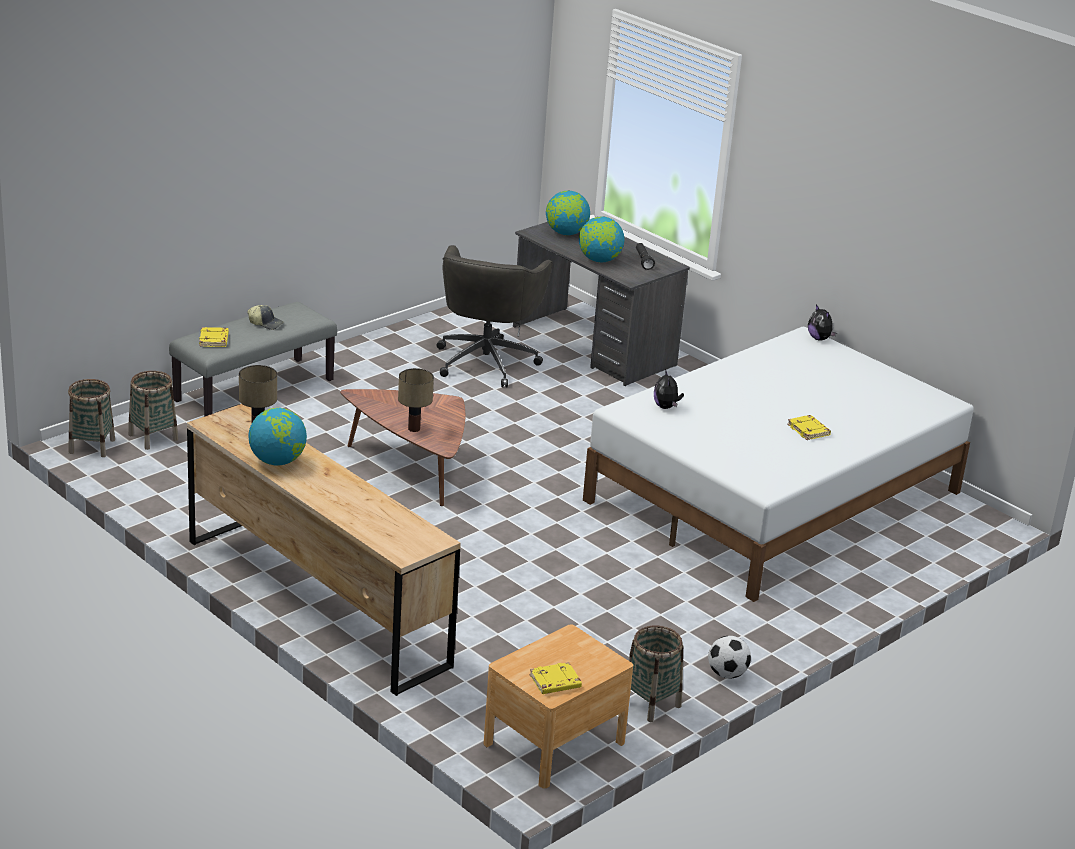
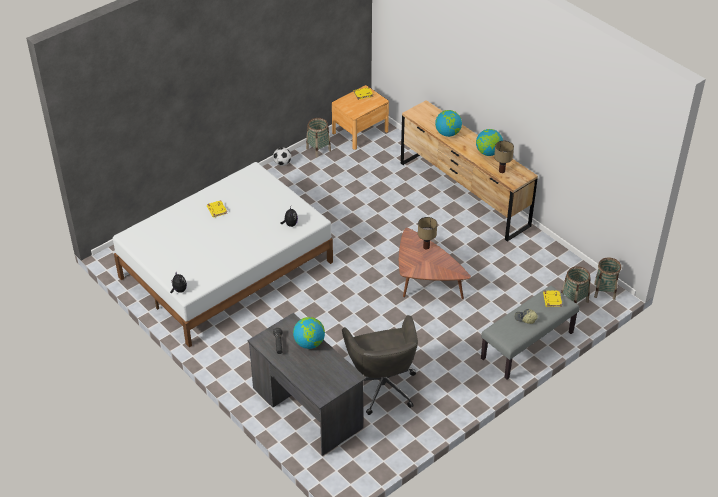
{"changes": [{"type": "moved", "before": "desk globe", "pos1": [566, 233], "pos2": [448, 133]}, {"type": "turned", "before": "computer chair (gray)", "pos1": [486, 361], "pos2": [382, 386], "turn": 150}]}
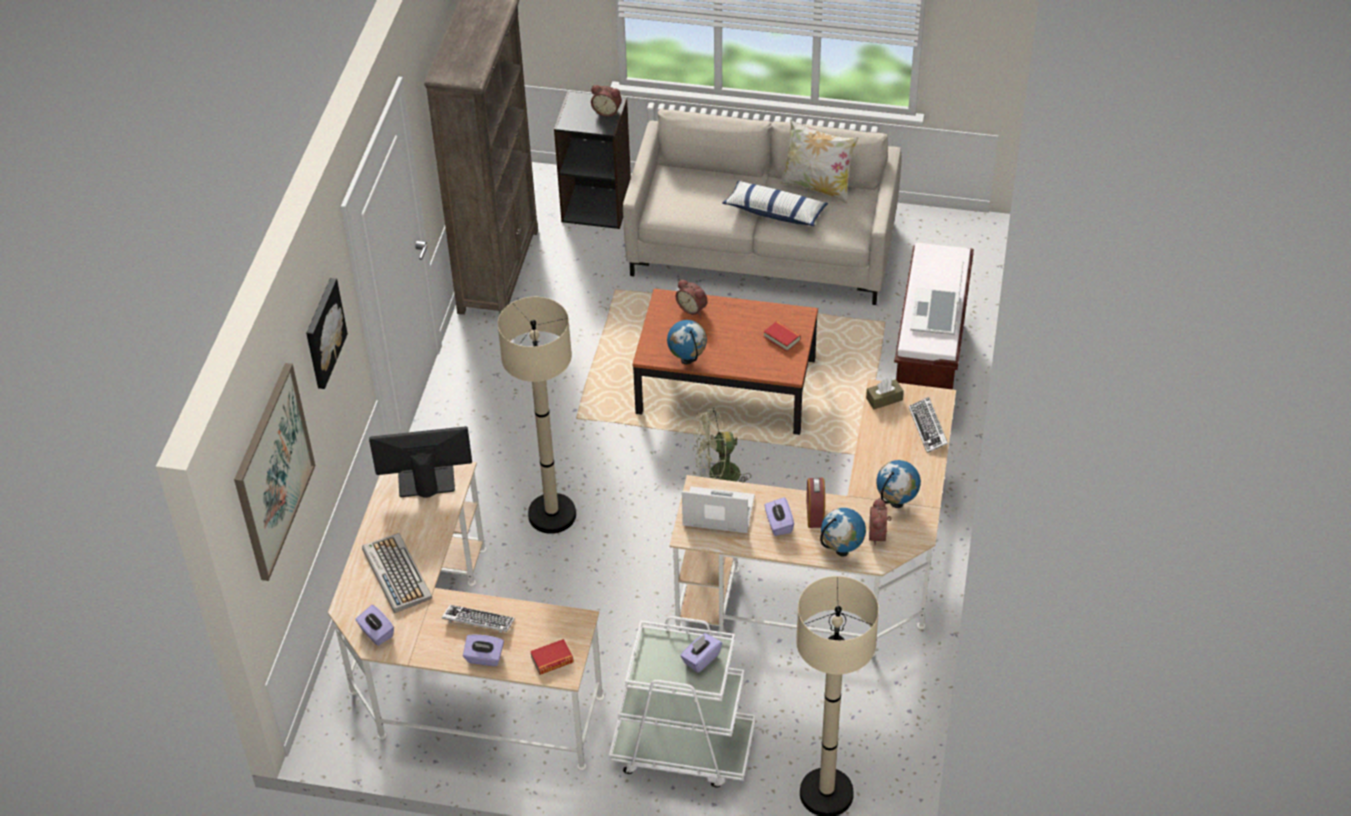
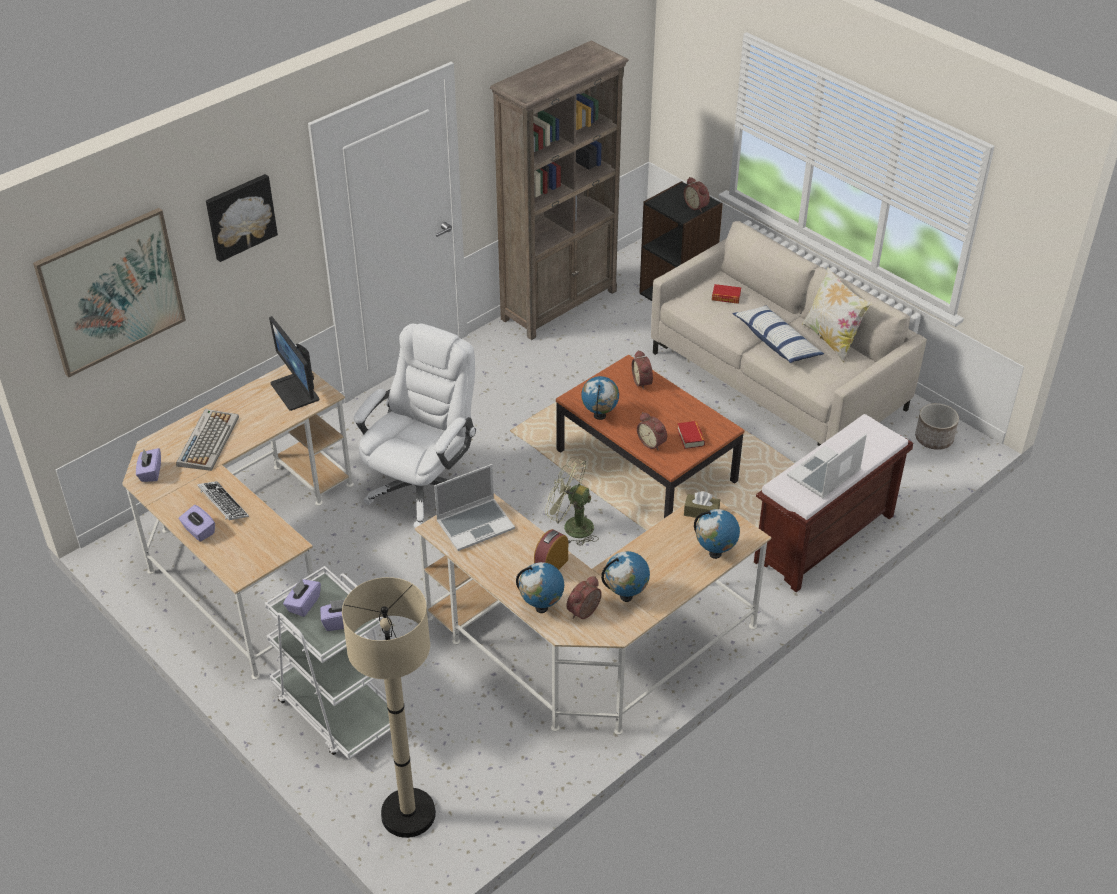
{"changes": [{"type": "replaced", "before": "standard lamp (beige-coloured)", "after": "computer chair (whitish)", "pos1": [552, 514], "pos2": [422, 487]}, {"type": "replaced", "before": "computer keyboard", "after": "desk globe", "pos1": [928, 428], "pos2": [715, 553]}, {"type": "turned", "before": "computer screen", "pos1": [426, 482], "pos2": [296, 391], "turn": -150}, {"type": "turned", "before": "laptop", "pos1": [717, 512], "pos2": [476, 524], "turn": 105}, {"type": "moved", "before": "tissue box (purple)", "pos1": [778, 524], "pos2": [303, 604]}, {"type": "moved", "before": "book", "pos1": [552, 660], "pos2": [726, 297]}, {"type": "added", "after": "flower pot", "pos2": [934, 439]}, {"type": "added", "after": "alarm clock", "pos2": [652, 442]}]}
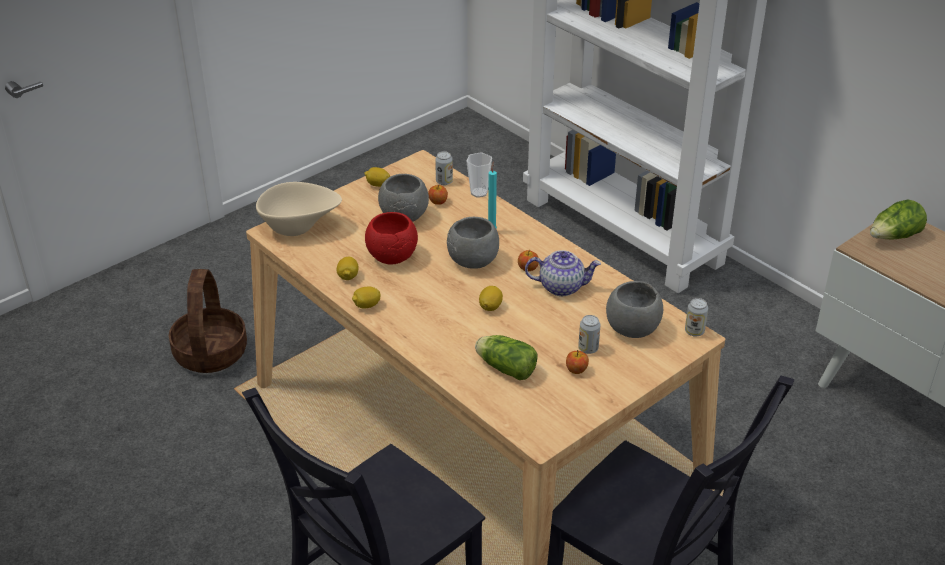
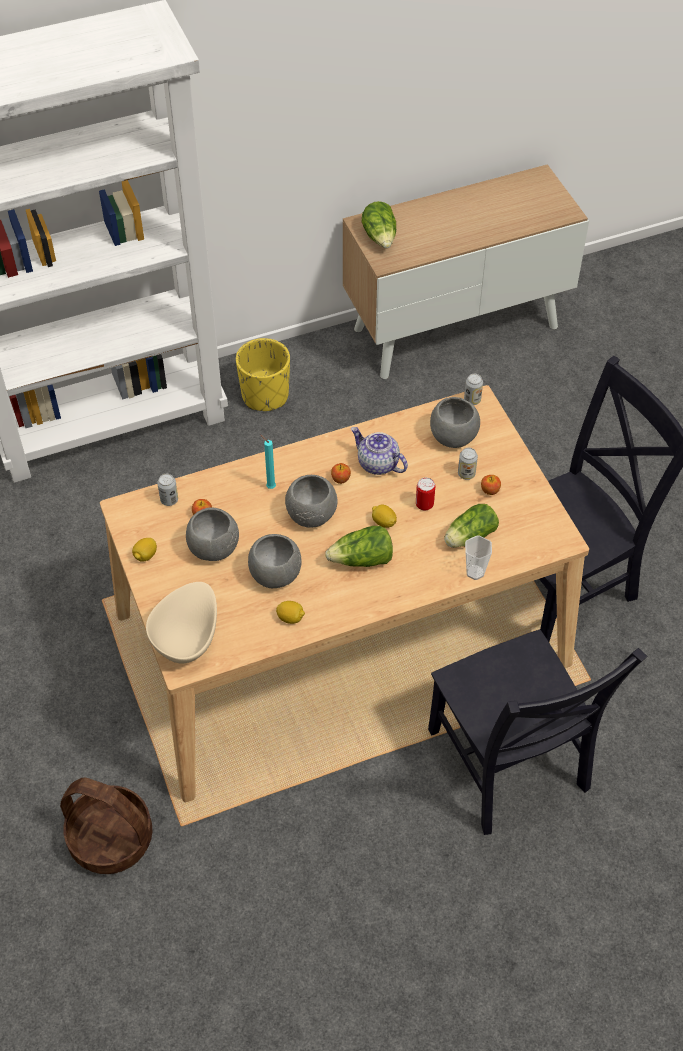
{"changes": [{"type": "moved", "before": "cup", "pos1": [479, 193], "pos2": [475, 572]}, {"type": "recoloured", "before": "deep dish (red)", "after": "deep dish (gray)", "pos1": [392, 256], "pos2": [275, 574]}, {"type": "turned", "before": "teapot", "pos1": [562, 286], "pos2": [377, 464], "turn": -75}, {"type": "removed", "before": "citrus fruit", "pos1": [366, 306]}, {"type": "added", "after": "flower pot (yellowish)", "pos2": [265, 395]}, {"type": "added", "after": "metal can", "pos2": [424, 504]}, {"type": "added", "after": "head of lettuce", "pos2": [362, 560]}]}
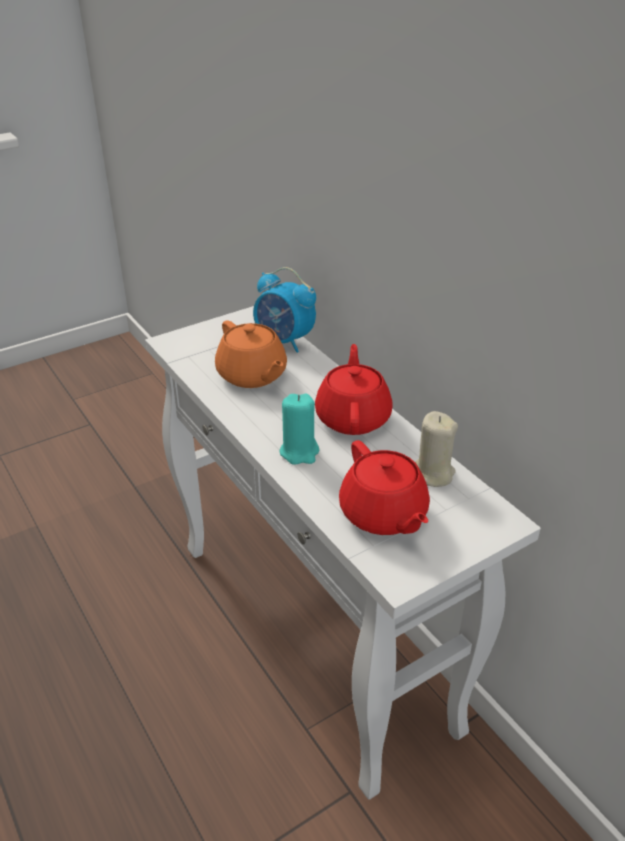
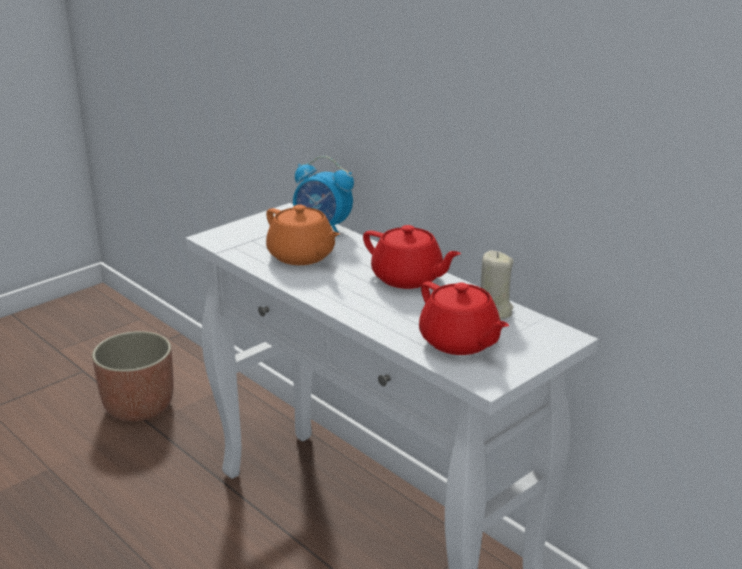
{"changes": [{"type": "turned", "before": "teapot (red)", "pos1": [353, 417], "pos2": [408, 278], "turn": 135}, {"type": "removed", "before": "candle (blue-green)", "pos1": [299, 452]}, {"type": "added", "after": "flower pot", "pos2": [138, 407]}]}
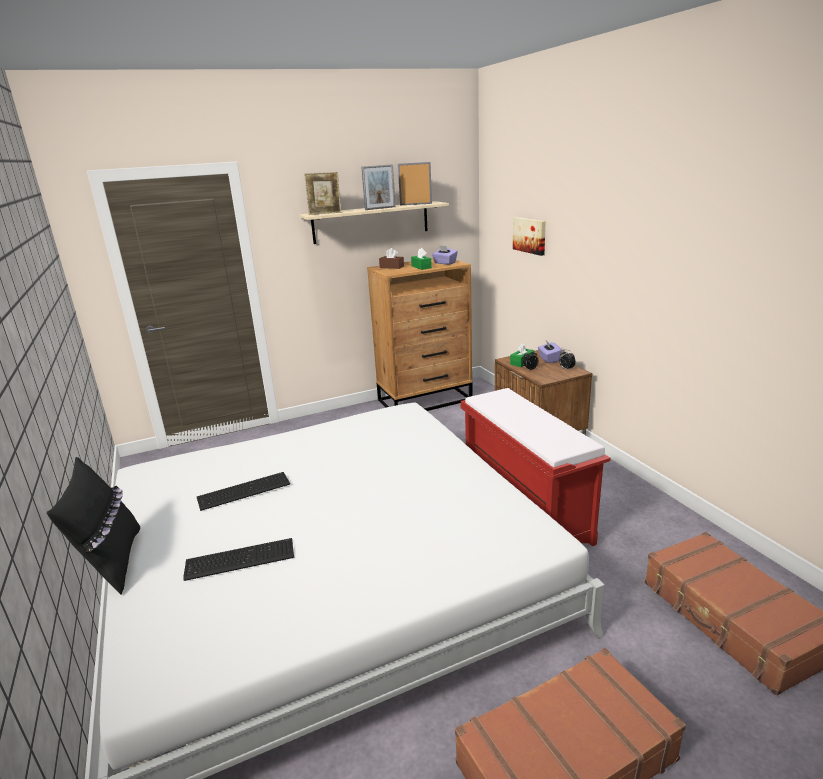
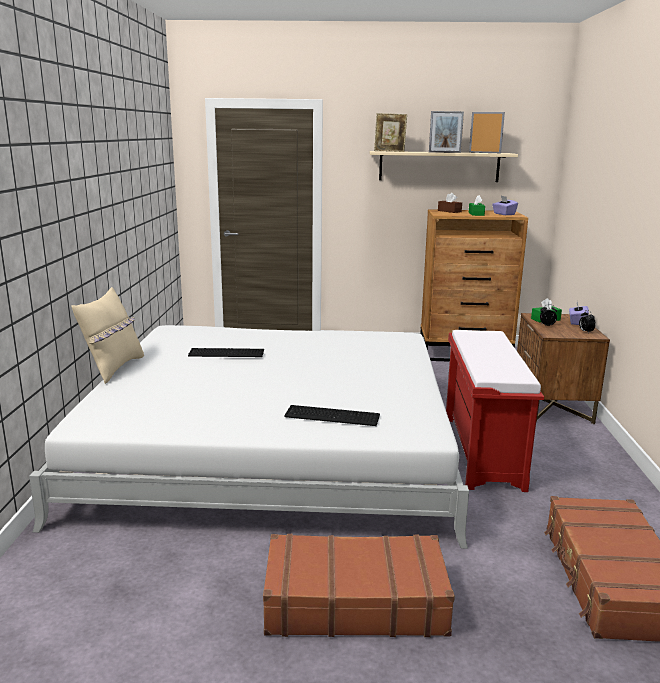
{"changes": [{"type": "removed", "before": "wall picture", "pos1": [530, 235]}, {"type": "recoloured", "before": "cushion (blackish)", "after": "cushion (beige-coloured)", "pos1": [112, 562], "pos2": [113, 368]}, {"type": "moved", "before": "computer keyboard", "pos1": [238, 558], "pos2": [331, 415]}]}
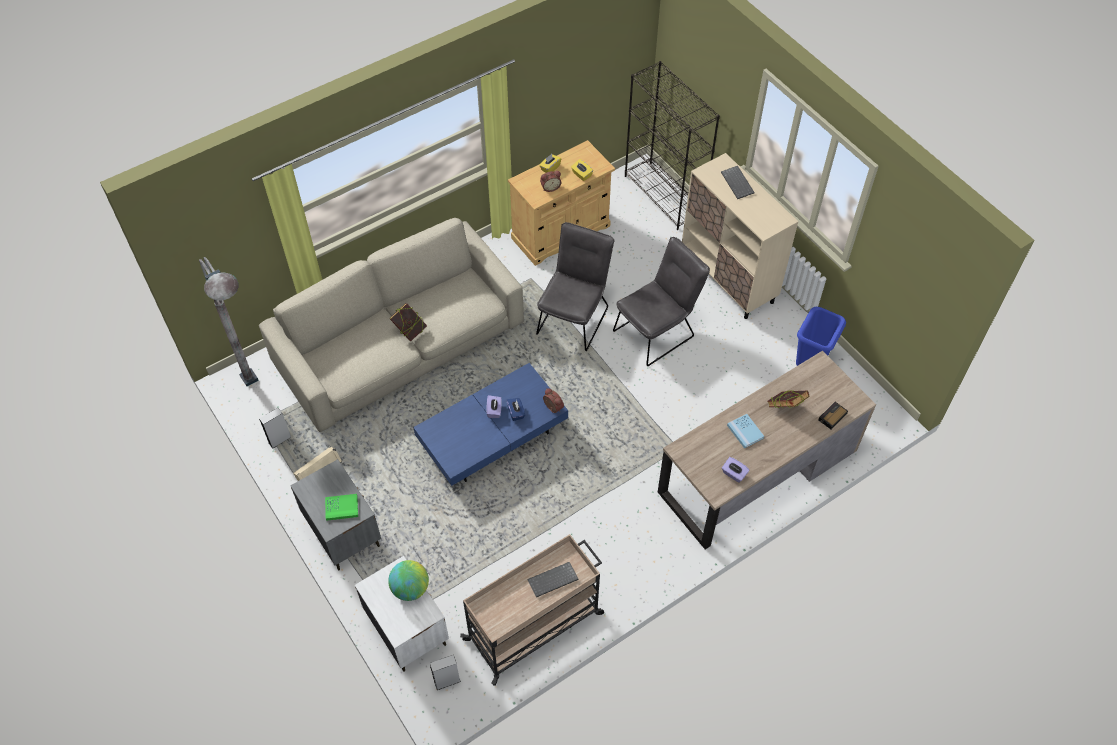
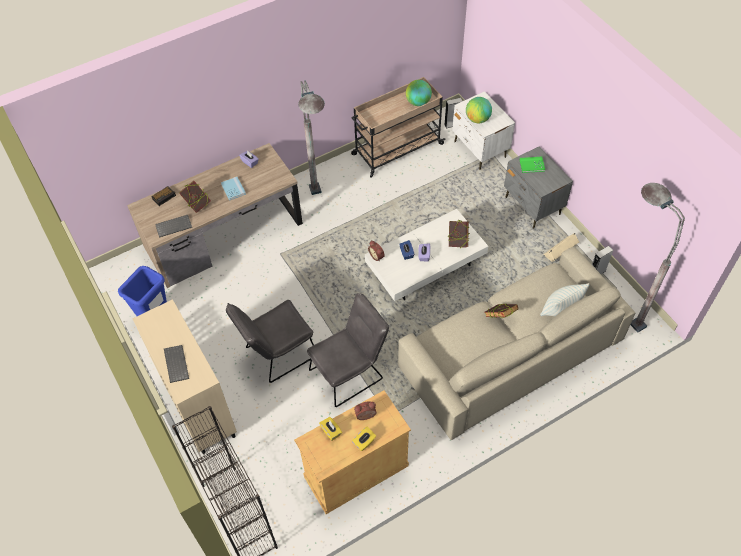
{"changes": [{"type": "turned", "before": "upright chair (gray)", "pos1": [575, 316], "pos2": [350, 372], "turn": -150}, {"type": "recoloured", "before": "coffee table (blue)", "after": "coffee table (whitish)", "pos1": [492, 437], "pos2": [425, 268]}, {"type": "moved", "before": "computer keyboard", "pos1": [552, 581], "pos2": [174, 226]}, {"type": "added", "after": "standard lamp (gray)", "pos2": [320, 207]}, {"type": "added", "after": "desk globe", "pos2": [418, 102]}, {"type": "added", "after": "book", "pos2": [457, 241]}, {"type": "added", "after": "cushion", "pos2": [560, 309]}]}
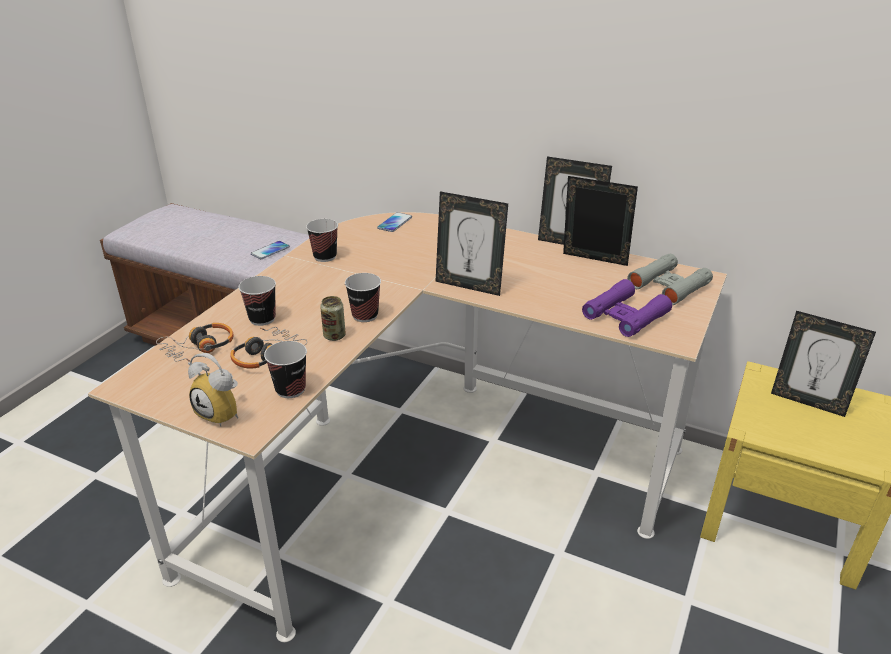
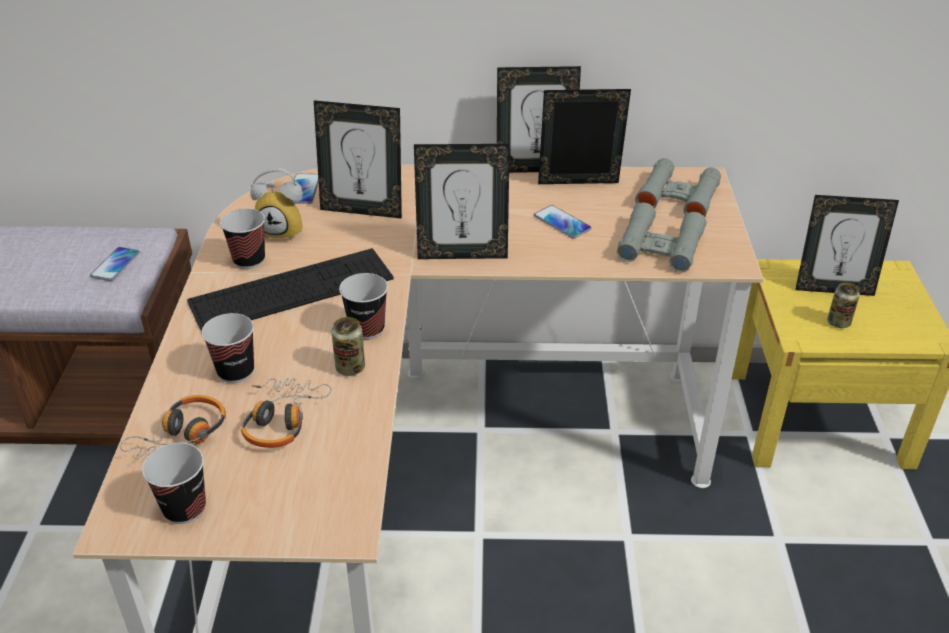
{"changes": [{"type": "recoloured", "before": "pair of binoculars (purple)", "after": "pair of binoculars (gray)", "pos1": [625, 316], "pos2": [660, 247]}, {"type": "moved", "before": "cup", "pos1": [290, 389], "pos2": [184, 508]}, {"type": "moved", "before": "alarm clock", "pos1": [224, 413], "pos2": [284, 231]}, {"type": "added", "after": "picture frame", "pos2": [362, 210]}, {"type": "added", "after": "handset", "pos2": [562, 223]}, {"type": "added", "after": "computer keyboard", "pos2": [292, 290]}, {"type": "added", "after": "metal can", "pos2": [838, 322]}]}
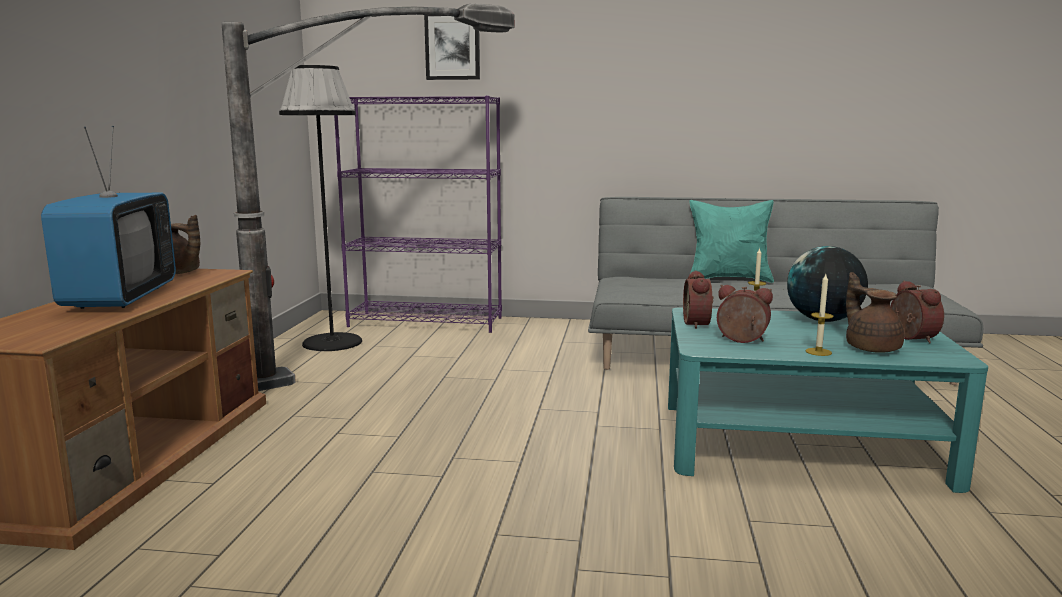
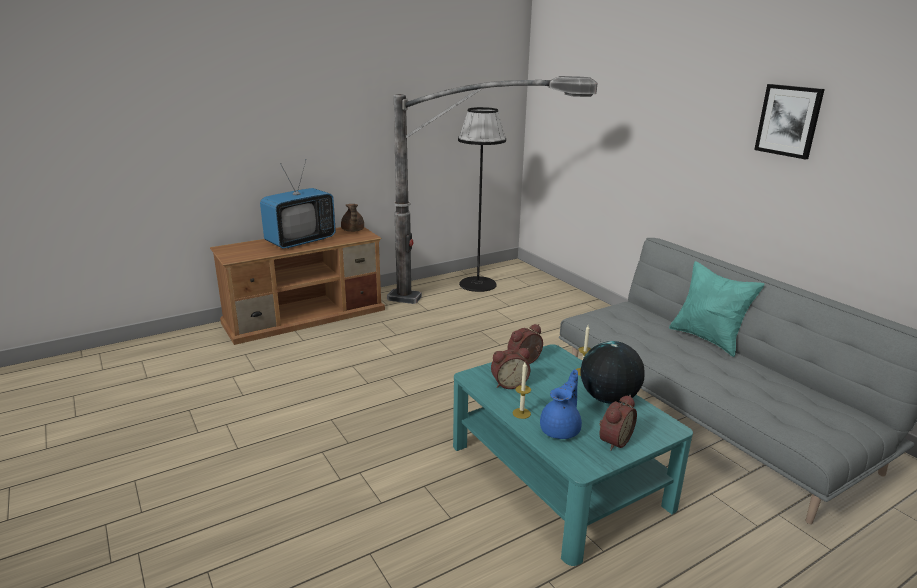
{"changes": [{"type": "moved", "before": "wall picture", "pos1": [452, 46], "pos2": [788, 120]}, {"type": "removed", "before": "shelving unit (purple)", "pos1": [426, 322]}, {"type": "recoloured", "before": "teapot (brown)", "after": "teapot (blue)", "pos1": [871, 348], "pos2": [561, 429]}, {"type": "turned", "before": "alarm clock", "pos1": [741, 340], "pos2": [508, 383], "turn": 90}]}
